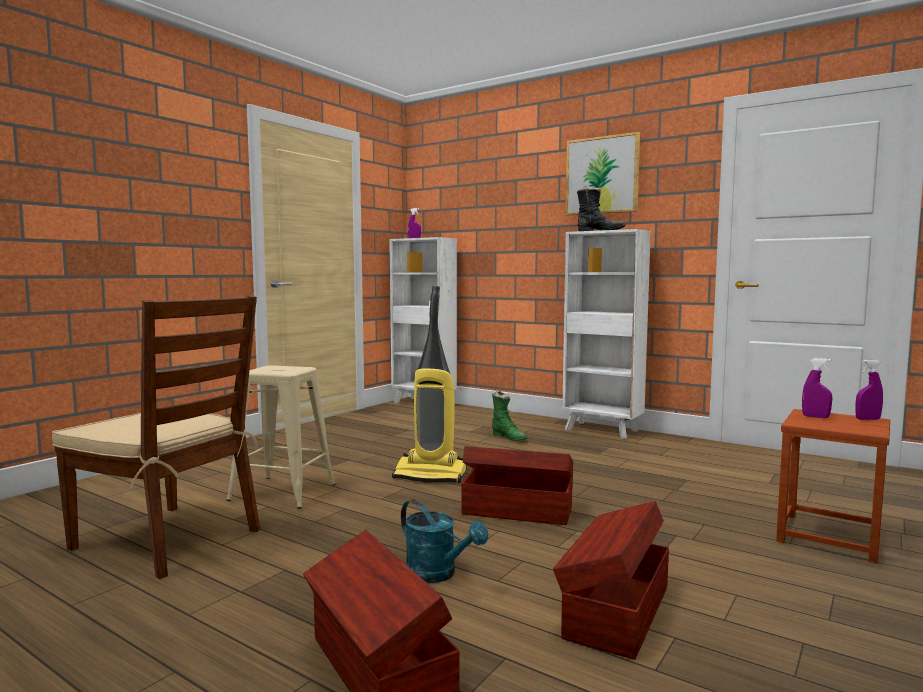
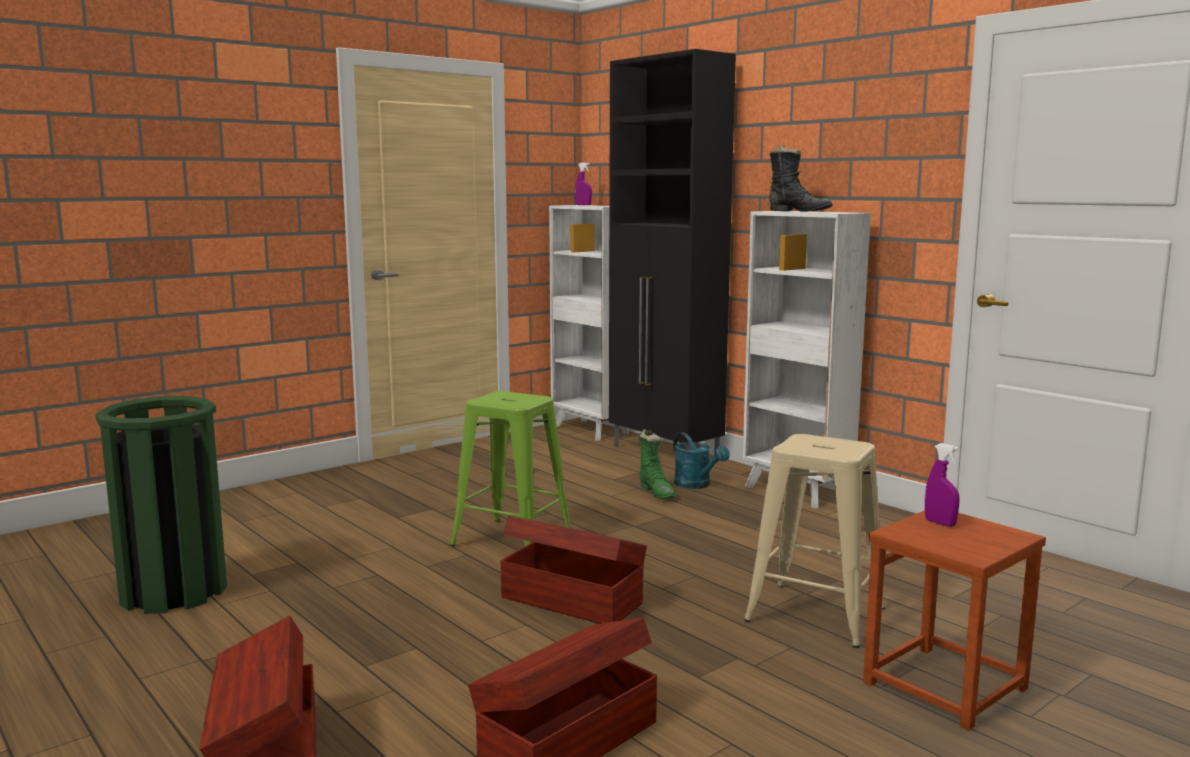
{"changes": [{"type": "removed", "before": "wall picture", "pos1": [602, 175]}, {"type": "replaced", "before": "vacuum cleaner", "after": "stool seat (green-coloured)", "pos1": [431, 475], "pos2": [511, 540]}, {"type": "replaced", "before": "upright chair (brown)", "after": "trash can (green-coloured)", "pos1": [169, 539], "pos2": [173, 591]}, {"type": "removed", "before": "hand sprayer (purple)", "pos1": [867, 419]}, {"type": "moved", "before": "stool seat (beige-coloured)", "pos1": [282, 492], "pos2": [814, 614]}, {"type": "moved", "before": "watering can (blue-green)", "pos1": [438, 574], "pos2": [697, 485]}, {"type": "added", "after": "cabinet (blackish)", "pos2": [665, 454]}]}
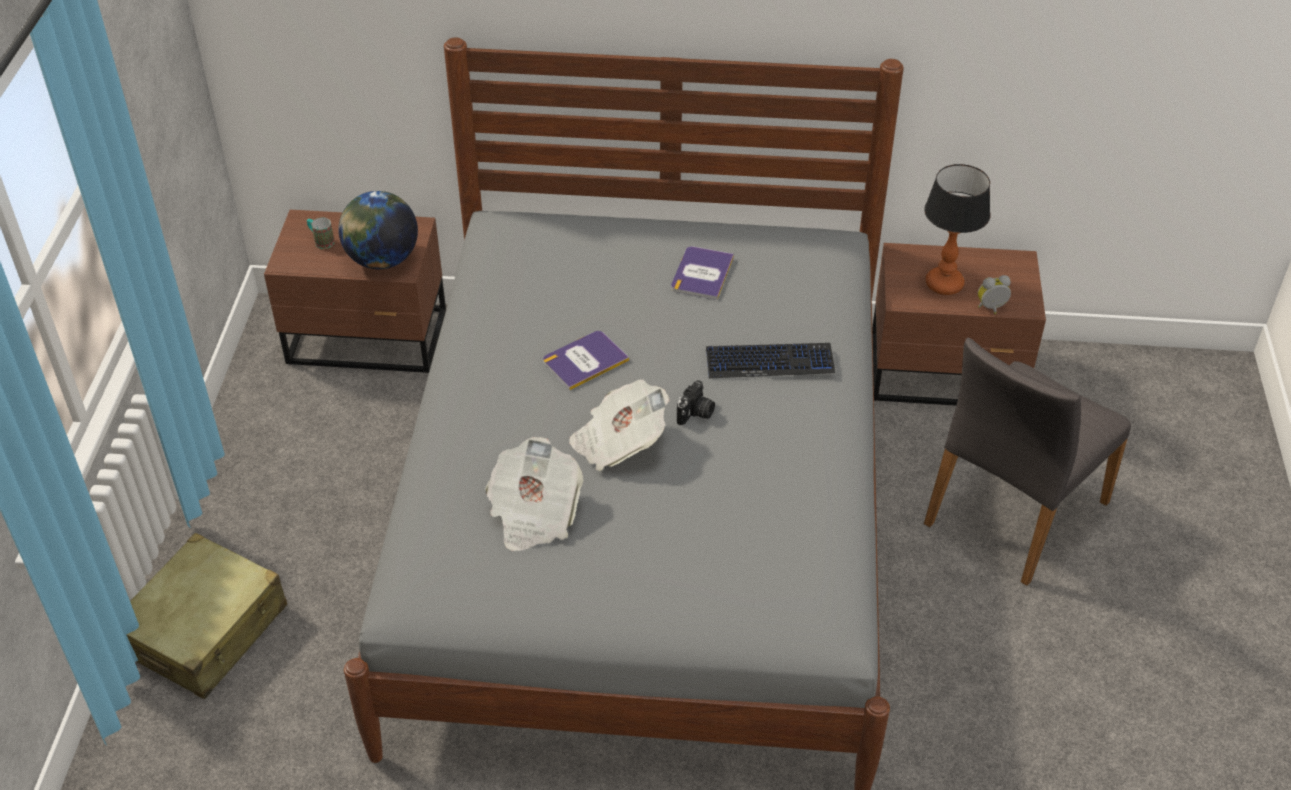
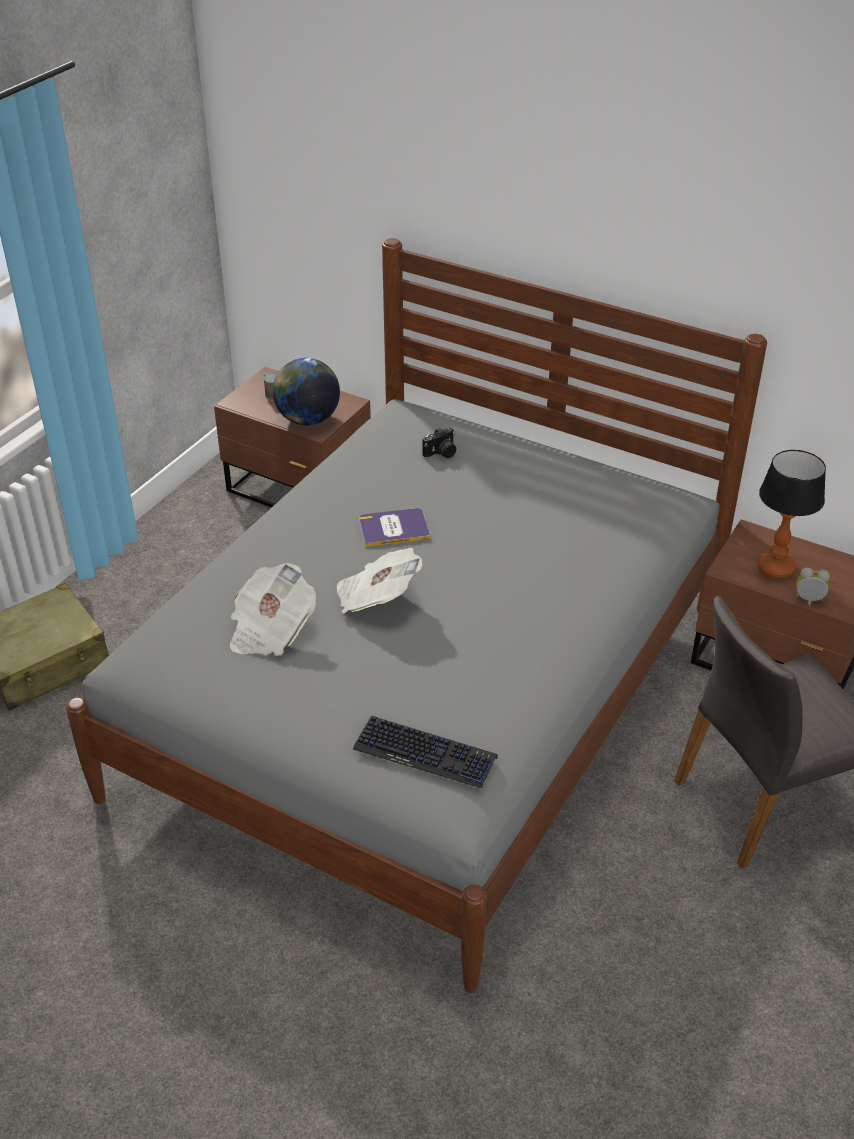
{"changes": [{"type": "removed", "before": "book", "pos1": [702, 274]}, {"type": "moved", "before": "computer keyboard", "pos1": [769, 362], "pos2": [425, 753]}, {"type": "moved", "before": "still camera", "pos1": [696, 413], "pos2": [441, 453]}]}
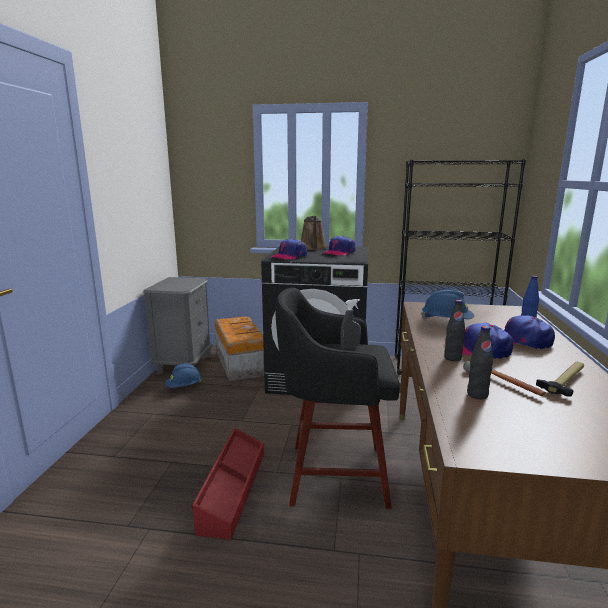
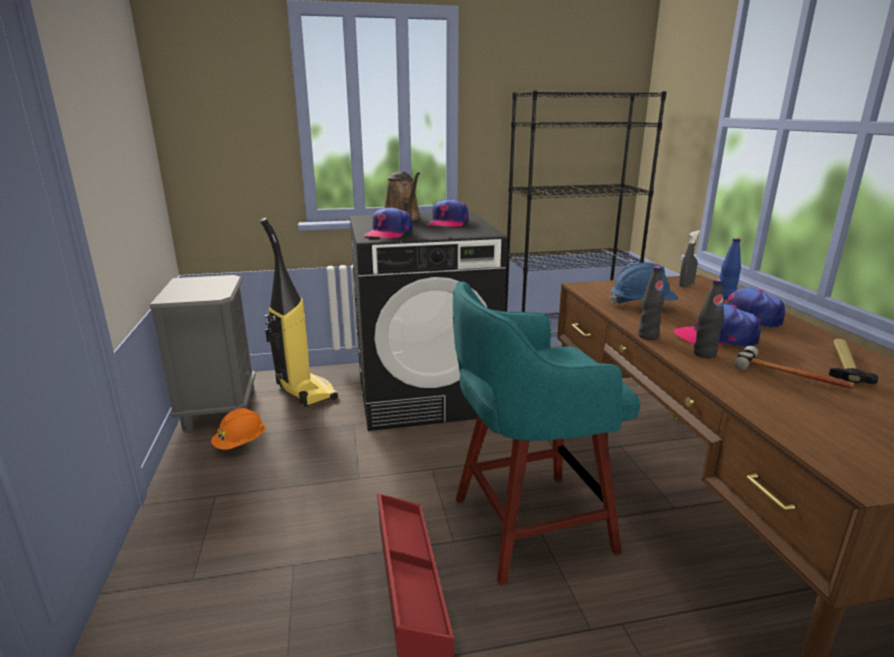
{"changes": [{"type": "recoloured", "before": "stool seat (blackish)", "after": "stool seat (blue-green)", "pos1": [333, 474], "pos2": [527, 525]}, {"type": "moved", "before": "hand sprayer (gray)", "pos1": [350, 347], "pos2": [686, 285]}, {"type": "replaced", "before": "storage container", "after": "vacuum cleaner", "pos1": [240, 362], "pos2": [304, 392]}, {"type": "moved", "before": "bottle (blackish)", "pos1": [477, 395], "pos2": [648, 336]}, {"type": "recoloured", "before": "work helmet (blue)", "after": "work helmet (orange)", "pos1": [184, 387], "pos2": [240, 443]}]}
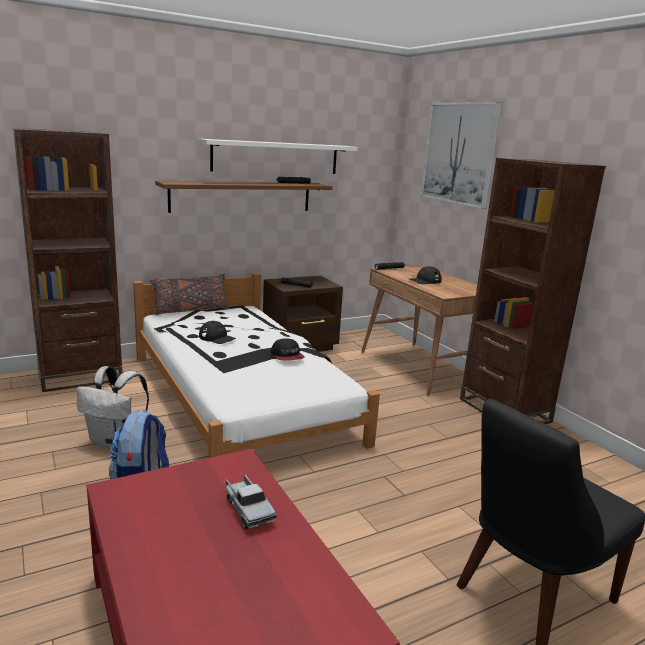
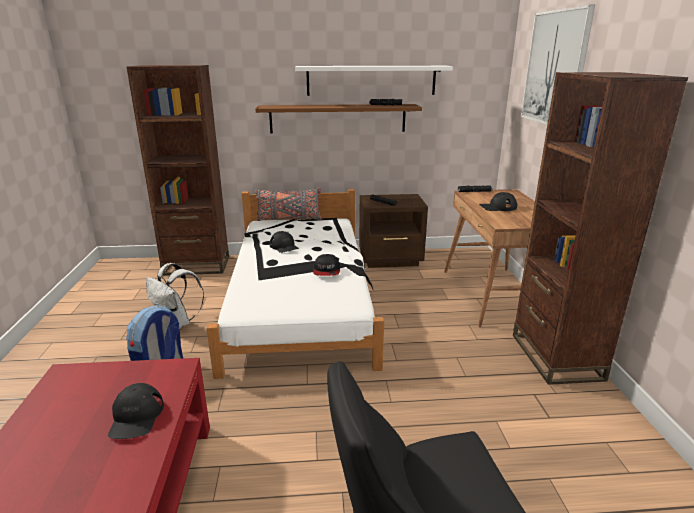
{"changes": [{"type": "replaced", "before": "toy lorry", "after": "peaked cap (blackish)", "pos1": [248, 509], "pos2": [136, 417]}]}
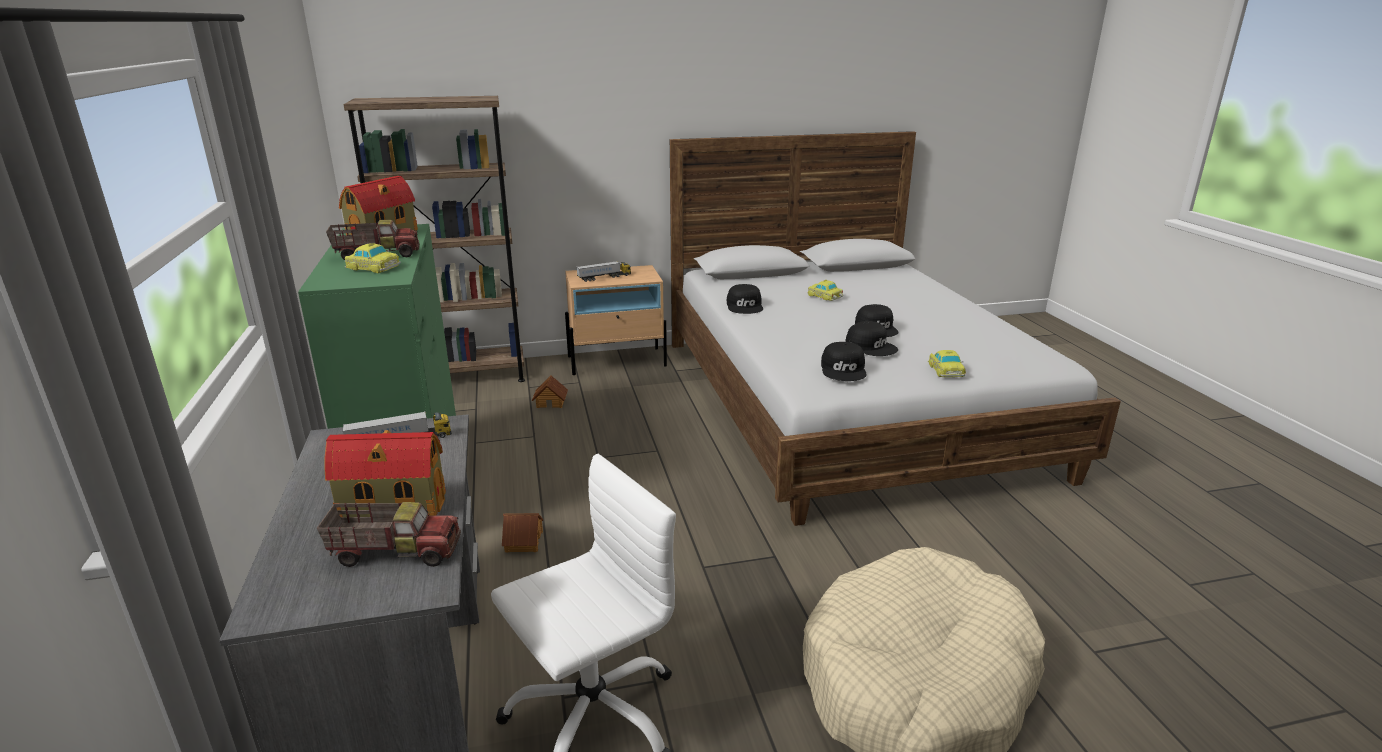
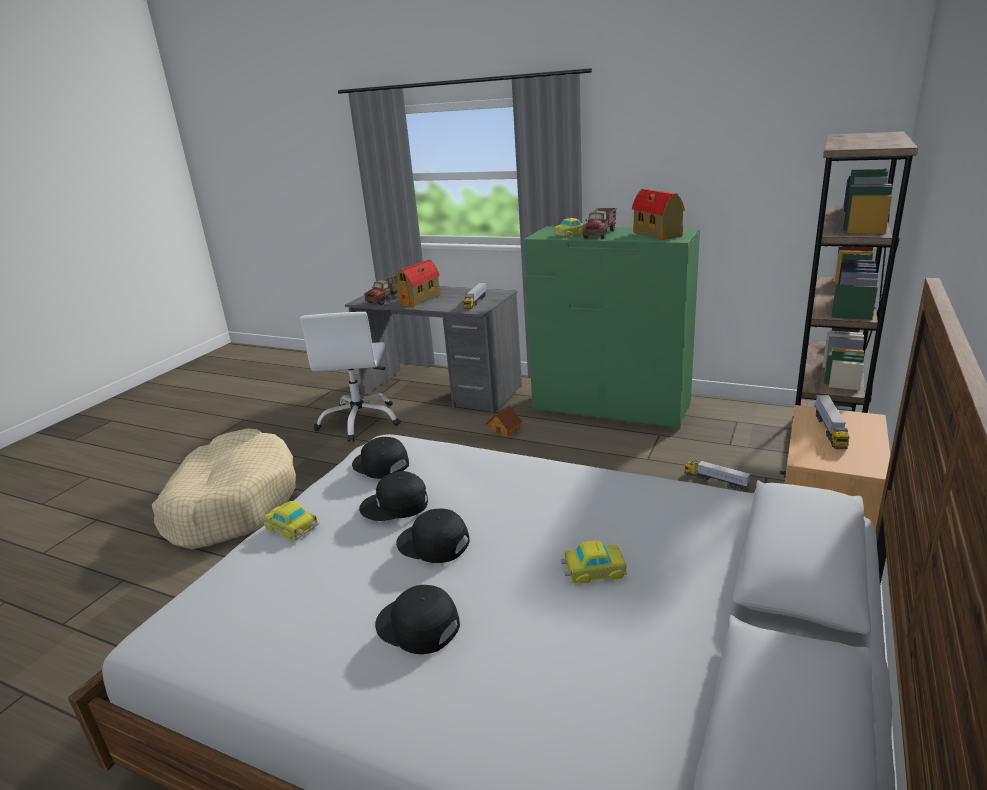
{"changes": [{"type": "moved", "before": "peaked cap (blackish)", "pos1": [745, 306], "pos2": [417, 626]}, {"type": "replaced", "before": "toy house", "after": "toy lorry", "pos1": [551, 402], "pos2": [716, 481]}]}
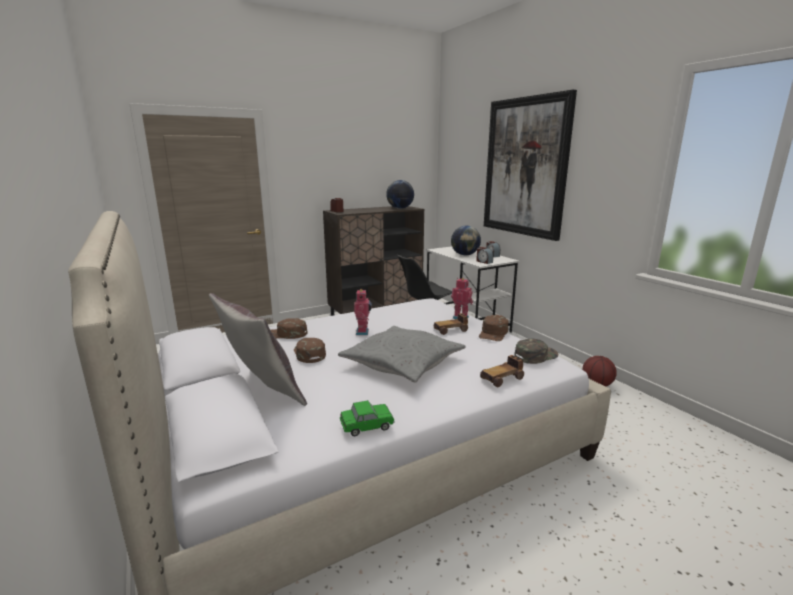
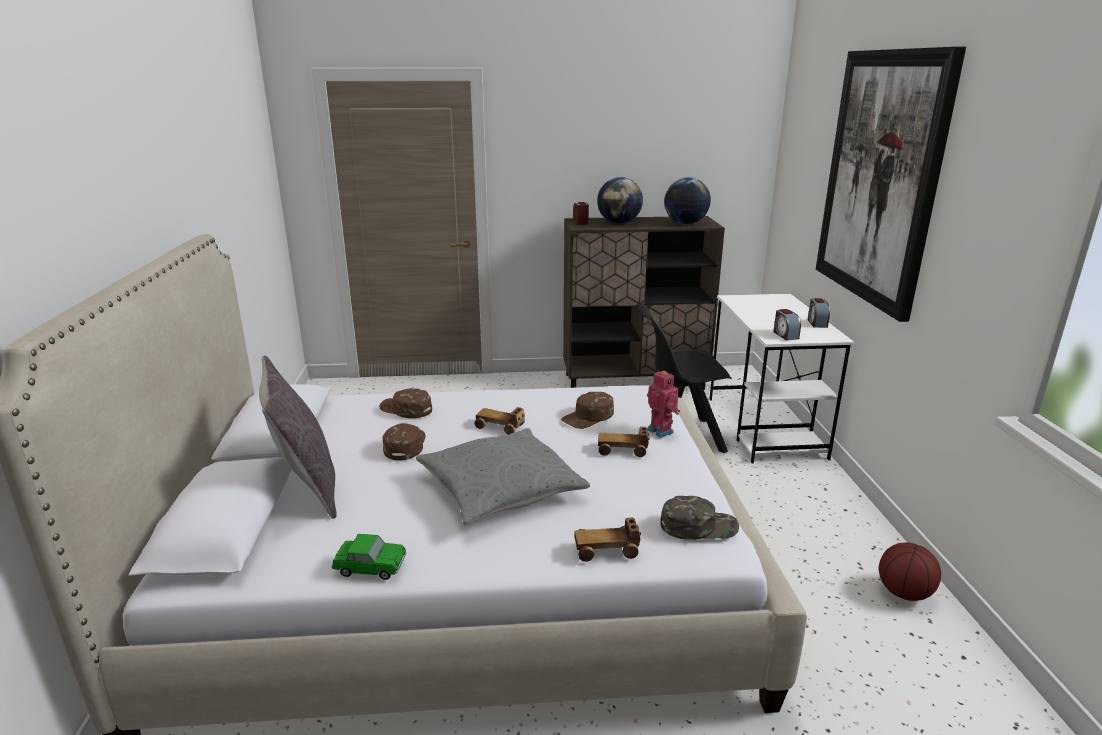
{"changes": [{"type": "moved", "before": "desk globe", "pos1": [465, 255], "pos2": [619, 223]}, {"type": "replaced", "before": "model robot", "after": "model car", "pos1": [363, 332], "pos2": [500, 427]}, {"type": "moved", "before": "peaked cap (brown)", "pos1": [493, 333], "pos2": [588, 417]}]}
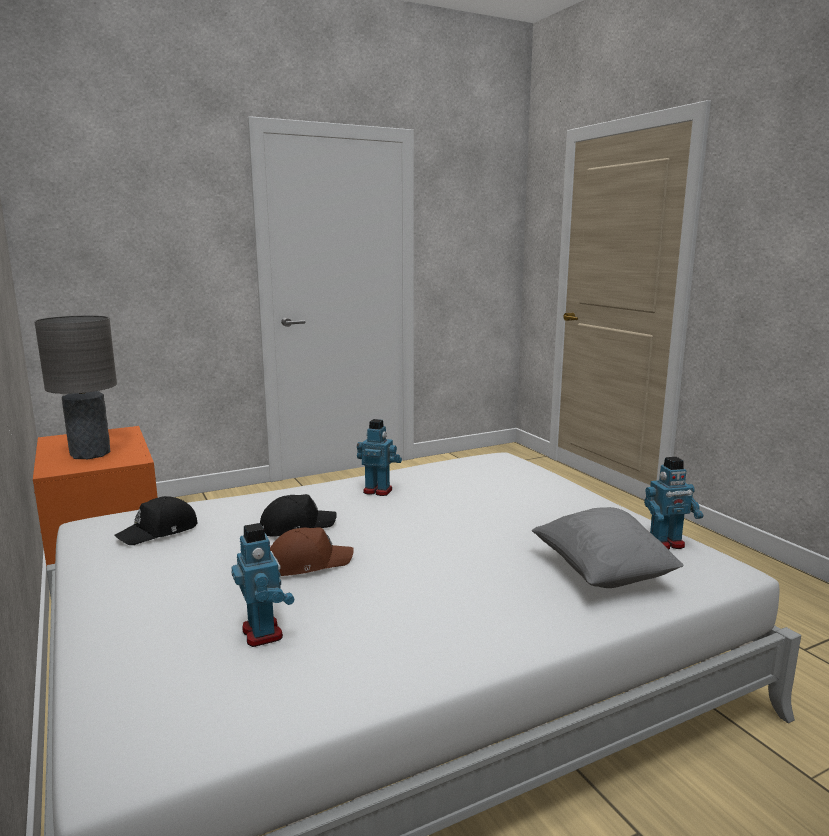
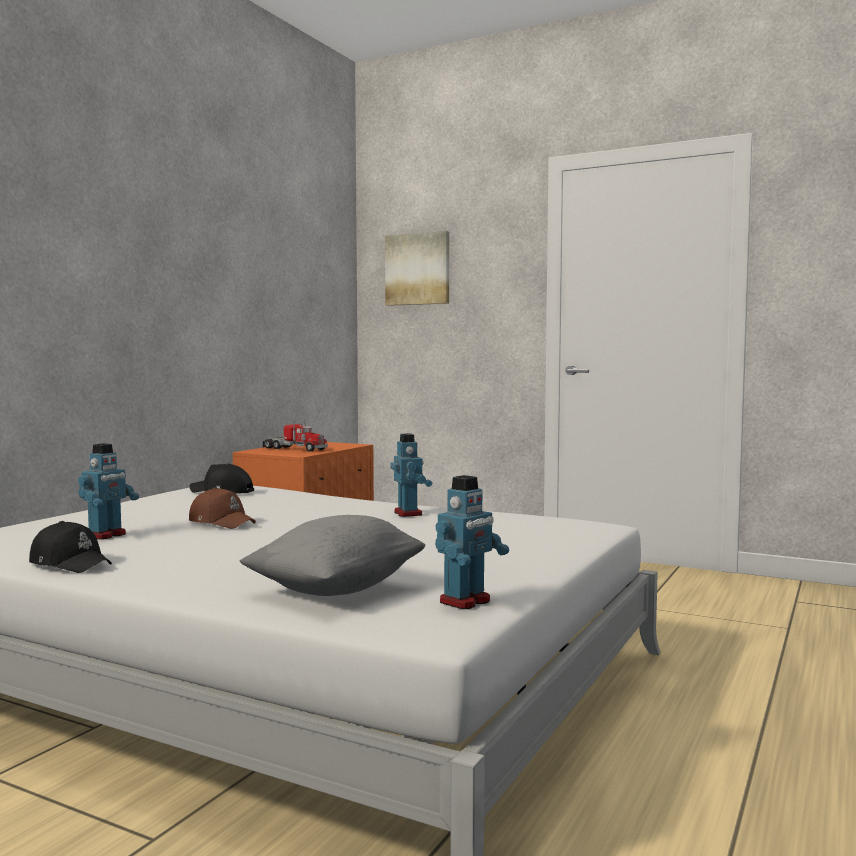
{"changes": [{"type": "replaced", "before": "lamp for a table (gray)", "after": "toy lorry", "pos1": [90, 454], "pos2": [294, 449]}, {"type": "turned", "before": "model robot", "pos1": [666, 544], "pos2": [466, 601], "turn": -90}, {"type": "moved", "before": "peaked cap (blackish)", "pos1": [296, 526], "pos2": [71, 563]}, {"type": "added", "after": "wall picture", "pos2": [418, 269]}]}
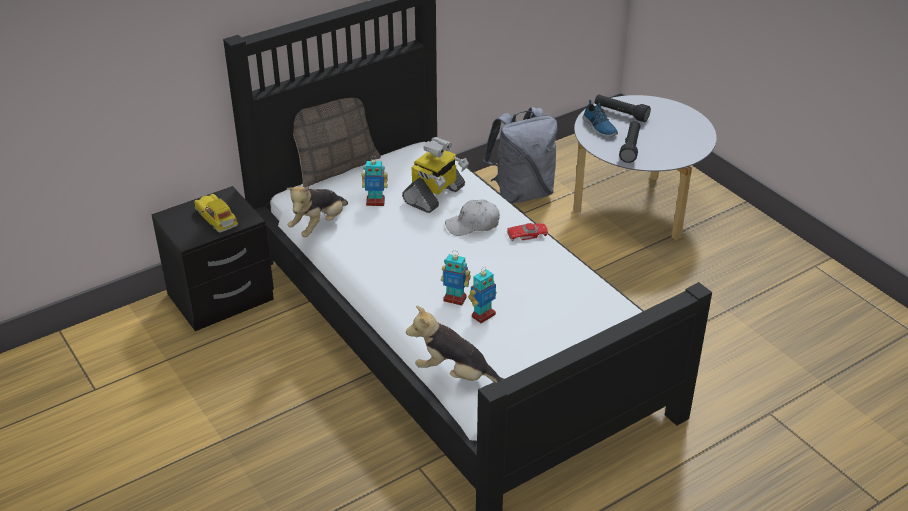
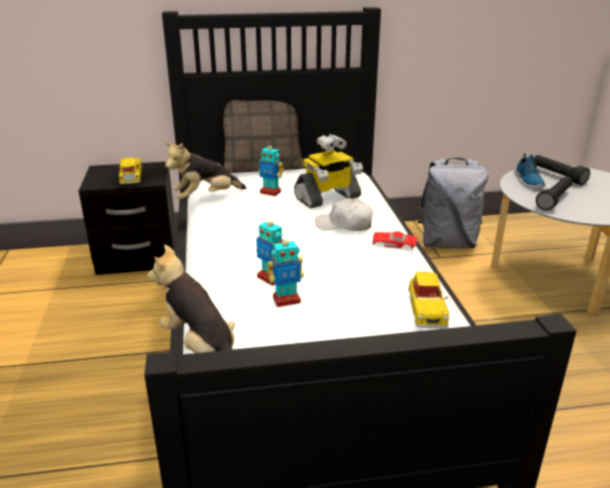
{"changes": [{"type": "added", "after": "model car", "pos2": [426, 308]}]}
